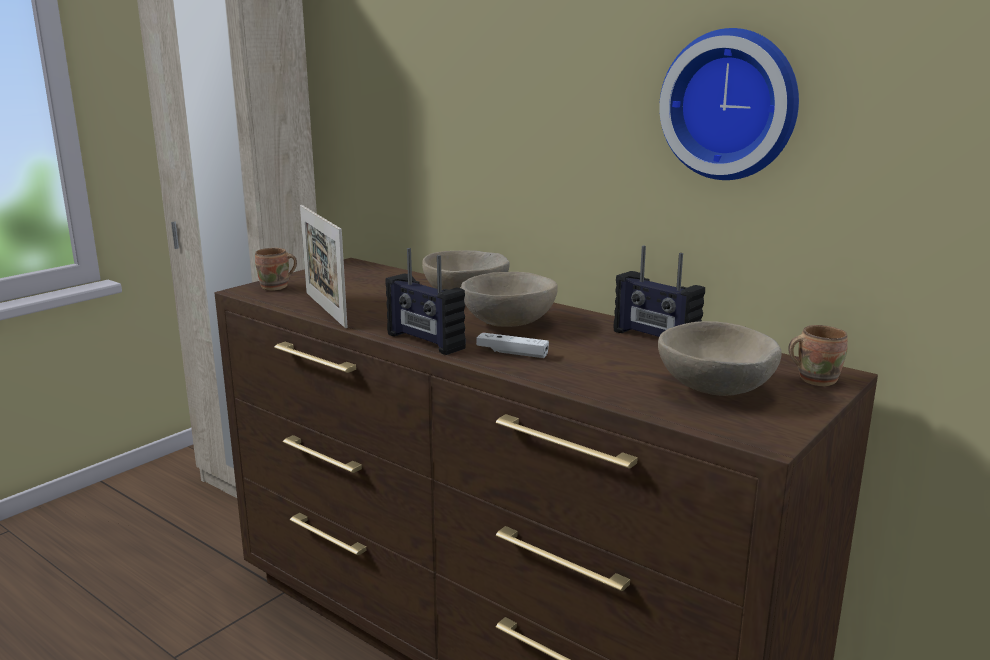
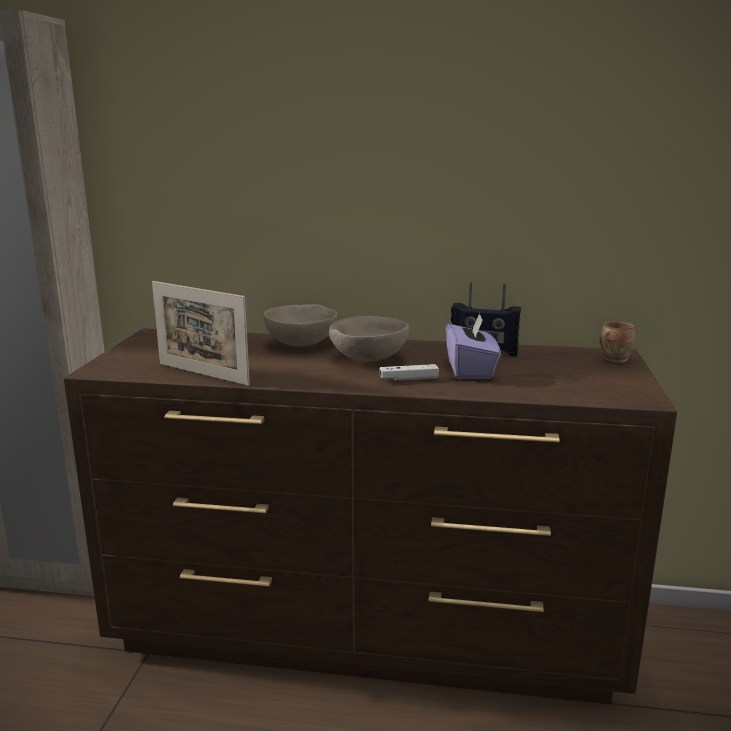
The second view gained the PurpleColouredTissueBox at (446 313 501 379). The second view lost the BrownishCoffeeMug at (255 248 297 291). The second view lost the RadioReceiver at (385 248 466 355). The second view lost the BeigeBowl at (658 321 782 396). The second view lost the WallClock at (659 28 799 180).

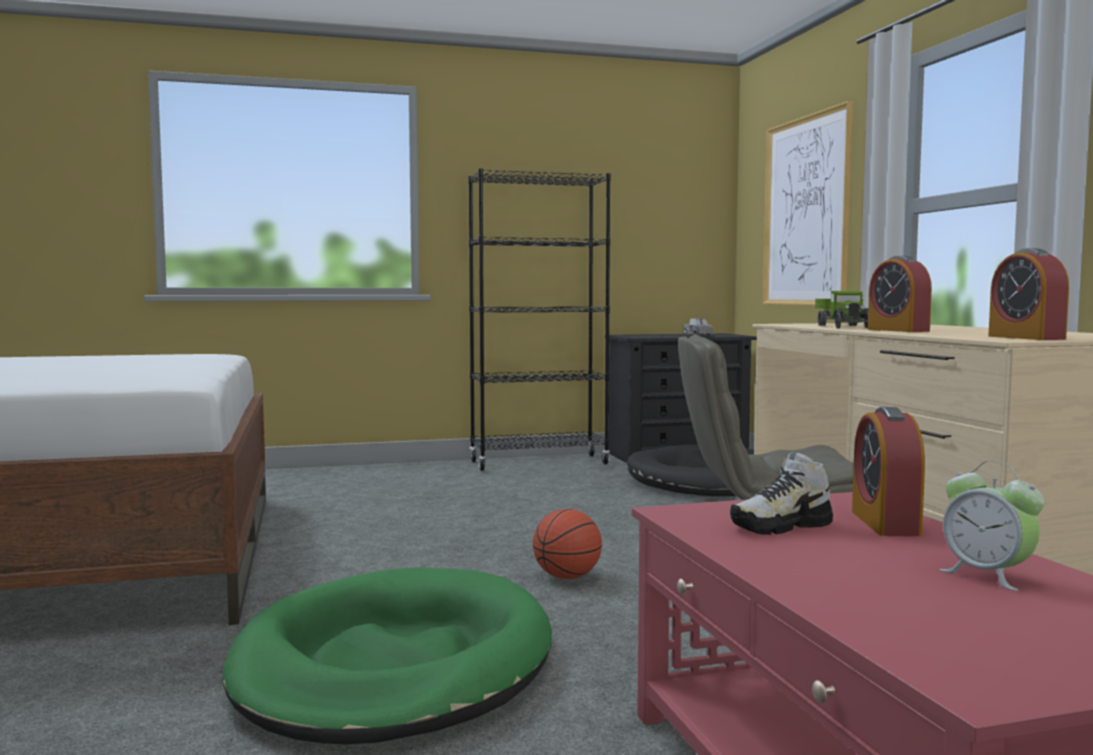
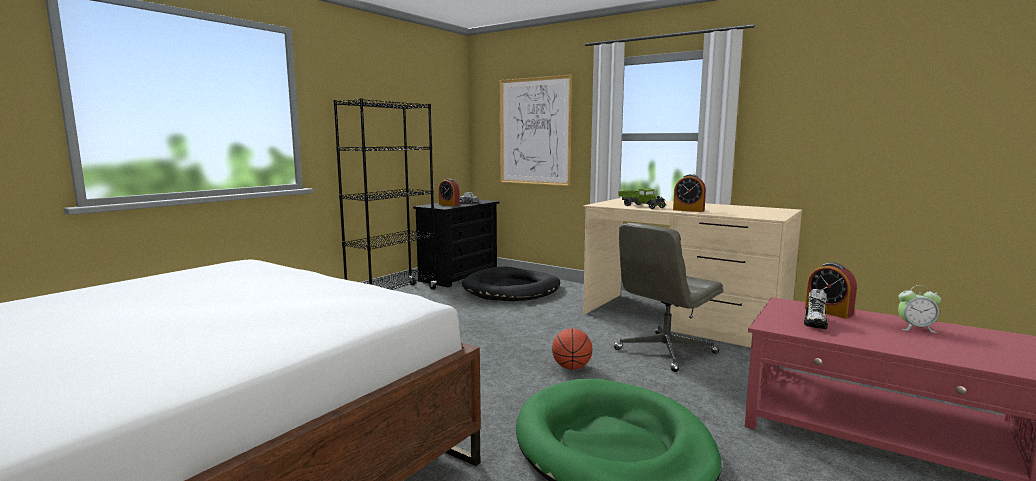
The TableClock ended up elsewhere, having gone from (988 248 1069 340) to (439 179 460 206).

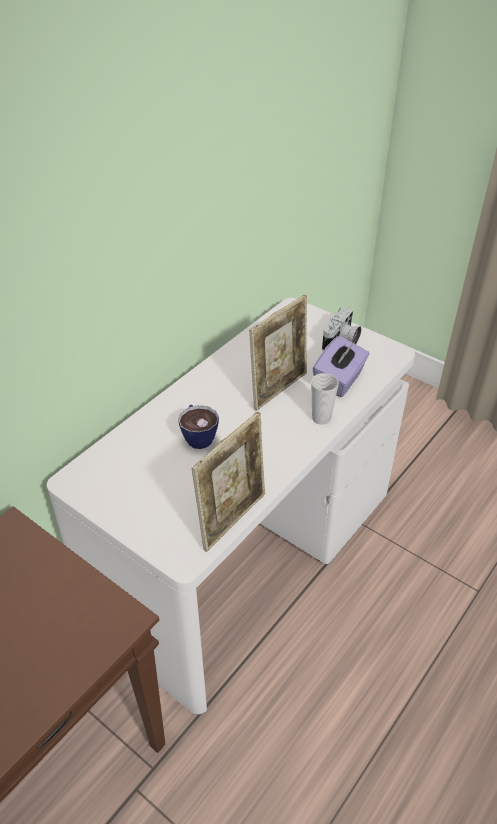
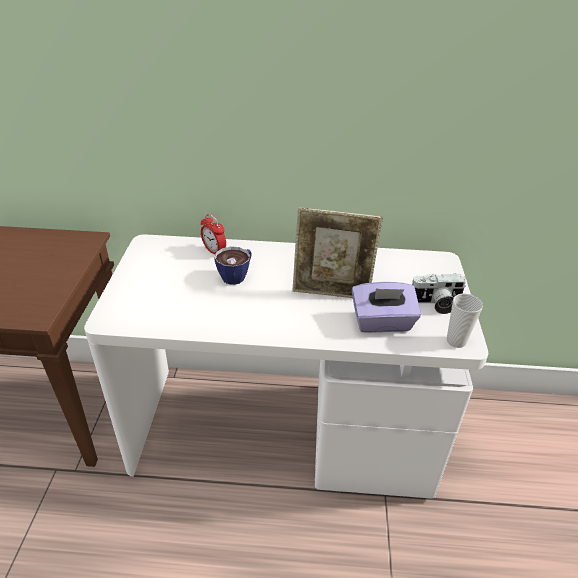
The second view gained the TableClock at (201 214 226 254). The SmallCup ended up elsewhere, having gone from (311 373 339 425) to (447 294 483 348). The second view lost the PhotoFrame at (192 412 265 552).

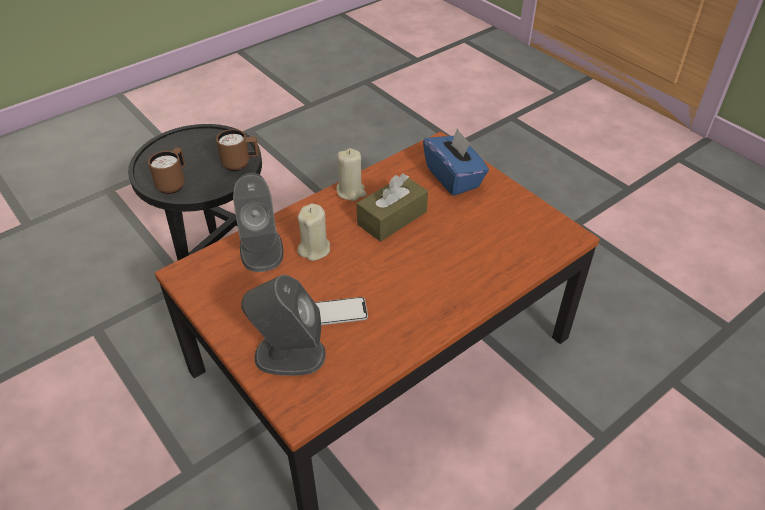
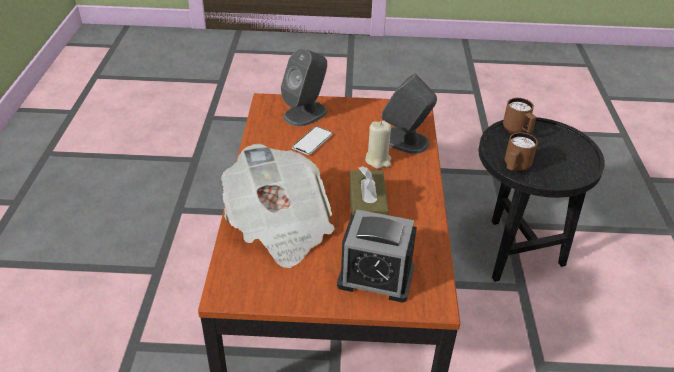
The second view gained the DailyPaper at (221 144 335 268). Where the BluishTissueBox stood at (423 128 489 196), the TableClock came to stand at (337 210 417 302). The second view lost the BeigeCandle at (337 148 367 201).

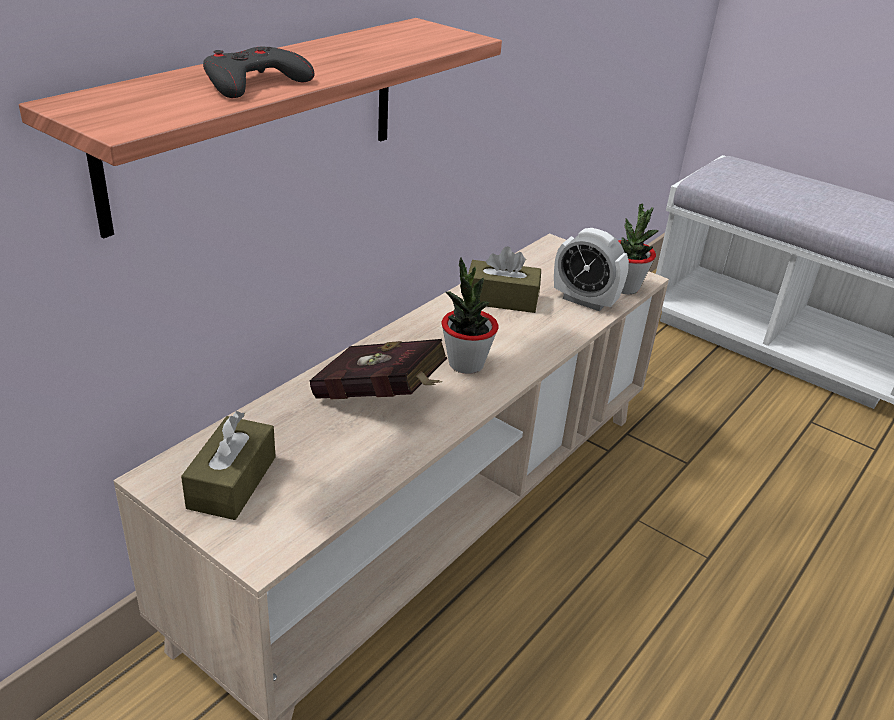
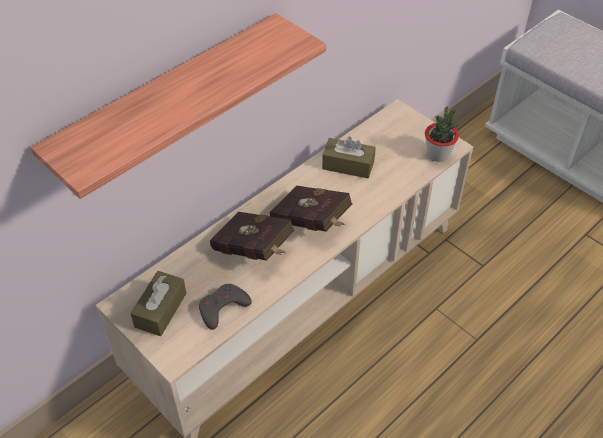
The GrayGameController ended up elsewhere, having gone from (203 47 314 98) to (199 284 252 330). Where the Houseplant stood at (441 257 499 374), the ReddishVolume came to stand at (270 186 352 232). The second view lost the TableClock at (554 228 629 311).

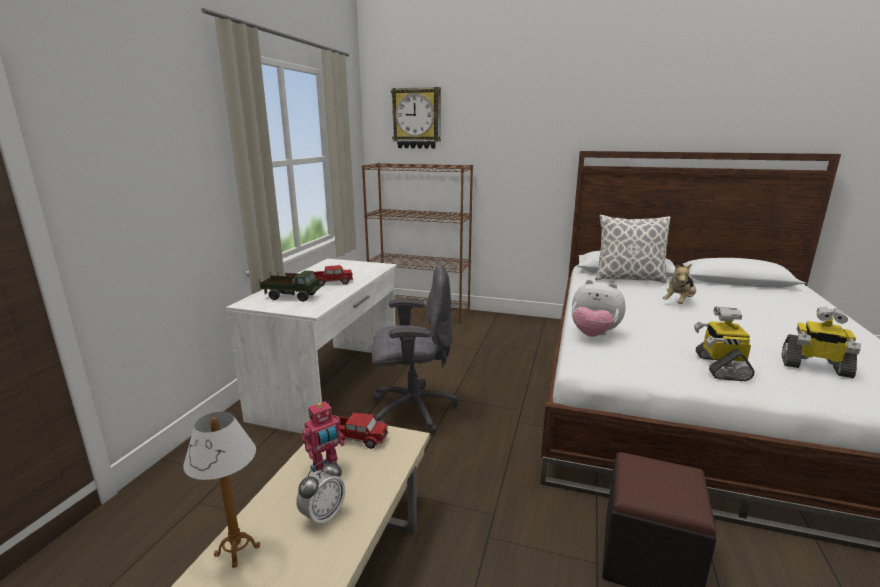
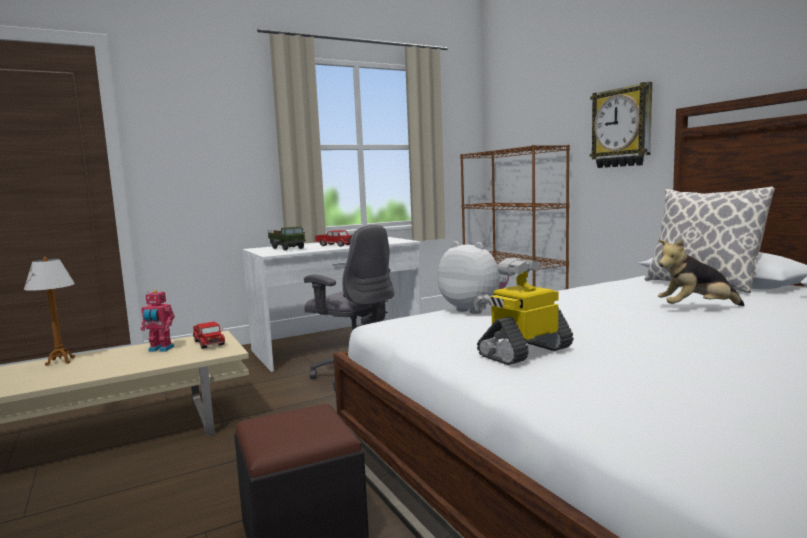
The CuddlyToy at (571 279 626 337) ended up facing another way, 150 degrees clockwise from before. The WallClock ended up elsewhere, having gone from (391 87 441 149) to (590 82 652 168). The second view lost the TableClock at (296 460 345 528). The second view lost the RobotFigure at (782 307 861 378).

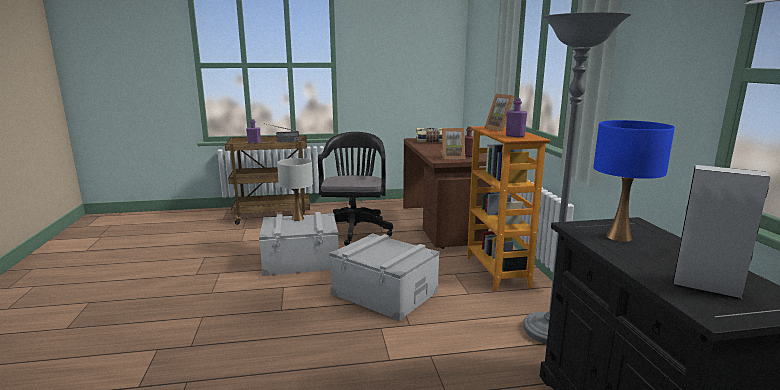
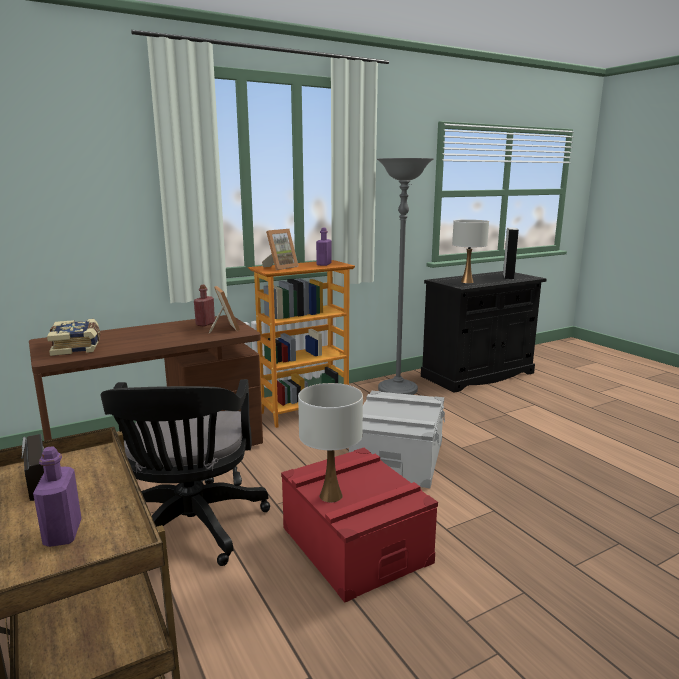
The BlackishComputerChair at (318 132 393 246) ended up facing another way, 75 degrees counterclockwise from before. What was the GrayStorageBox at (259 212 339 276) turned into the ReddishStorageBox at (281 448 438 603). What was the BluishLampForATable at (594 120 675 242) turned into the WhitishLampForATable at (452 220 489 283).

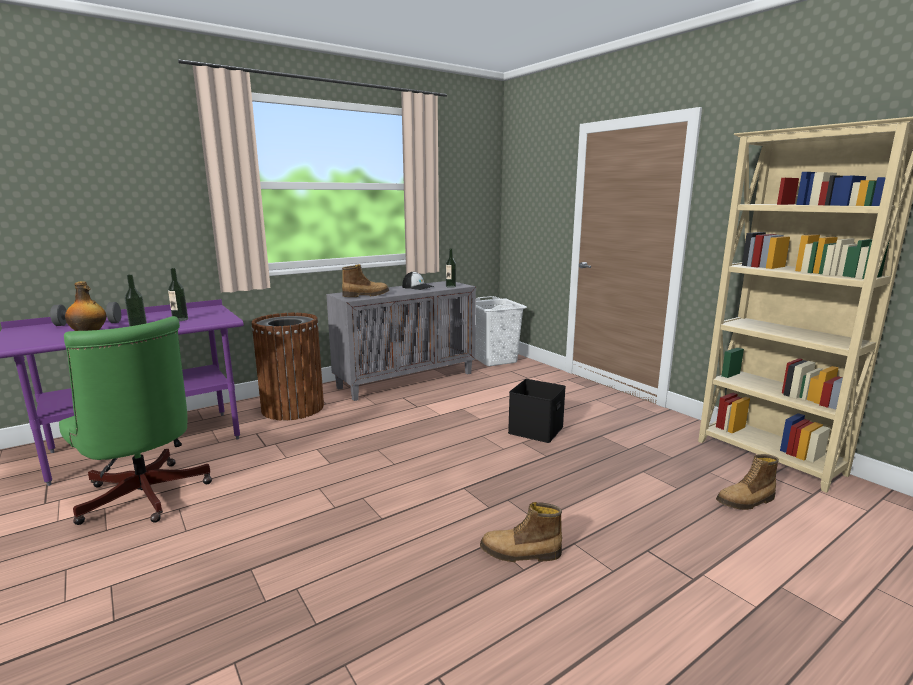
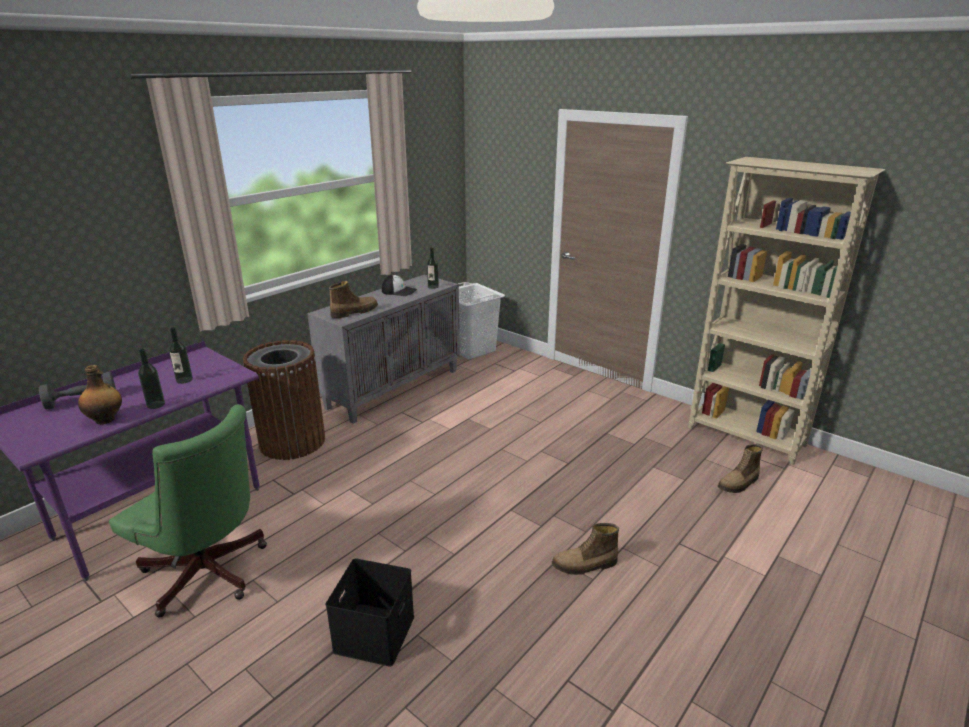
The BlackishStorageBox ended up elsewhere, having gone from (508 379 566 443) to (326 558 414 667).

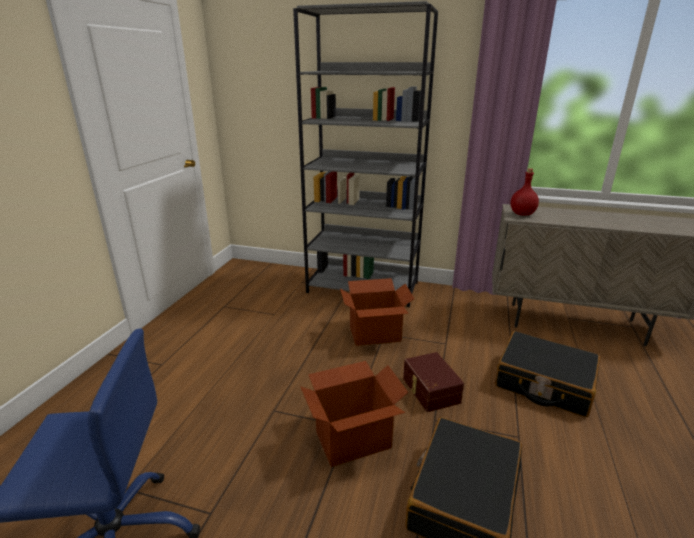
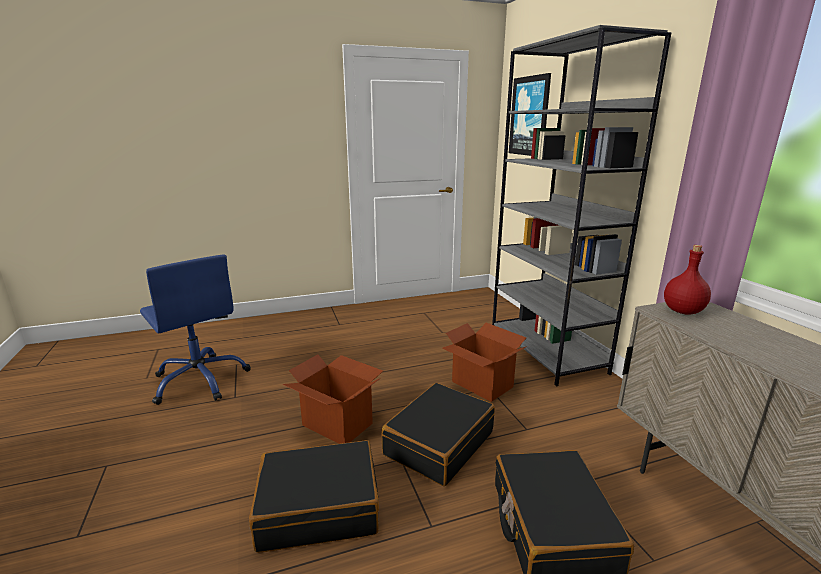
Where the BrownishStorageBox stood at (403 352 464 412), the BlackishPieceOfLuggage came to stand at (382 383 495 486). The second view gained the Picture at (509 73 551 156).

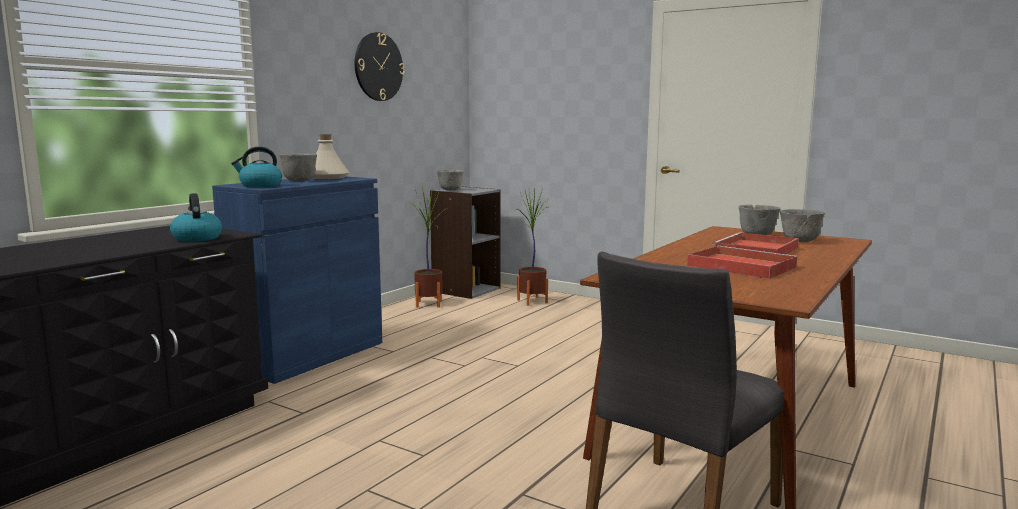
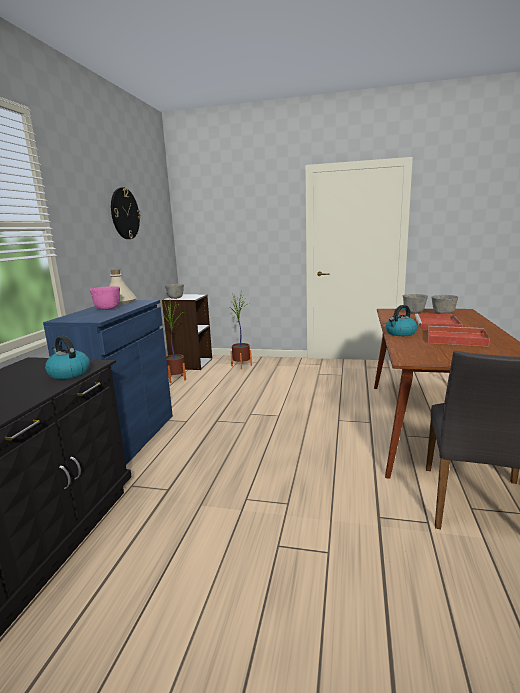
What was the GrayBowl at (279 153 317 182) turned into the PinkBowl at (89 286 120 310). The TeaKettle ended up elsewhere, having gone from (231 146 282 187) to (386 305 417 336).

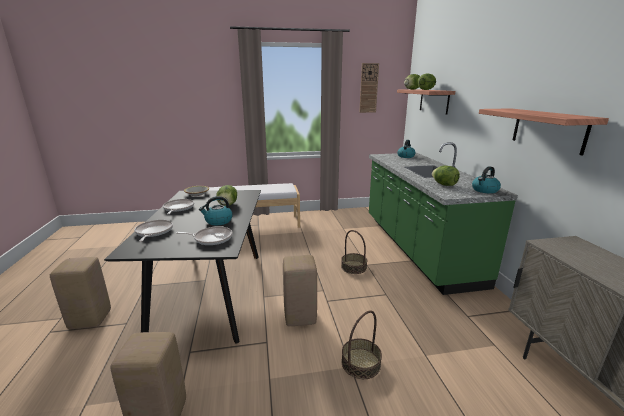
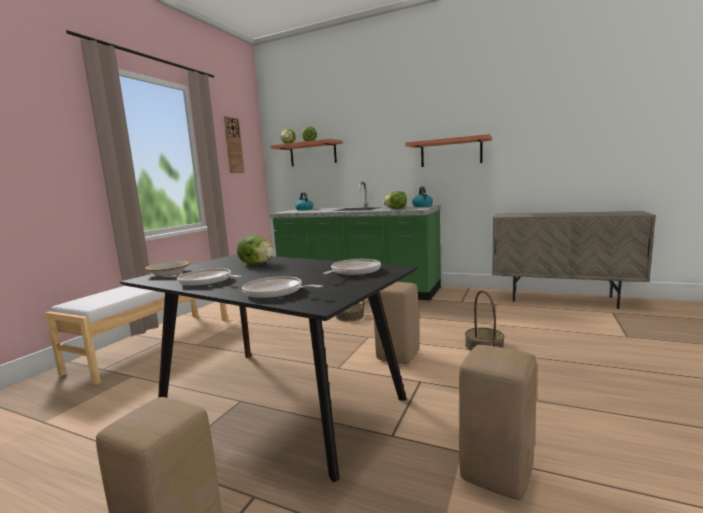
The second view lost the TeaKettle at (199 196 233 225).

